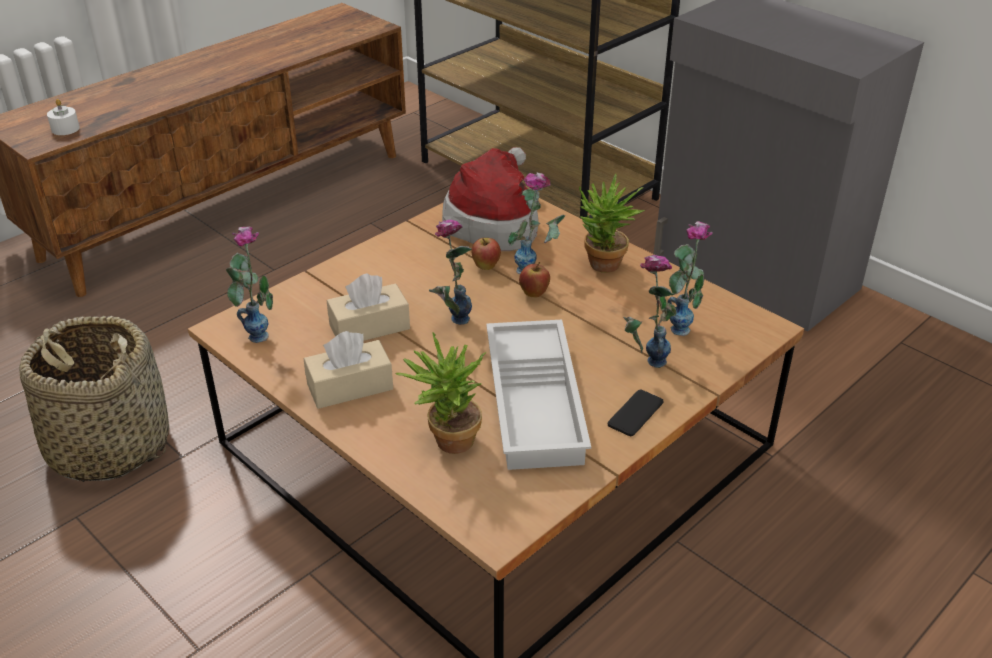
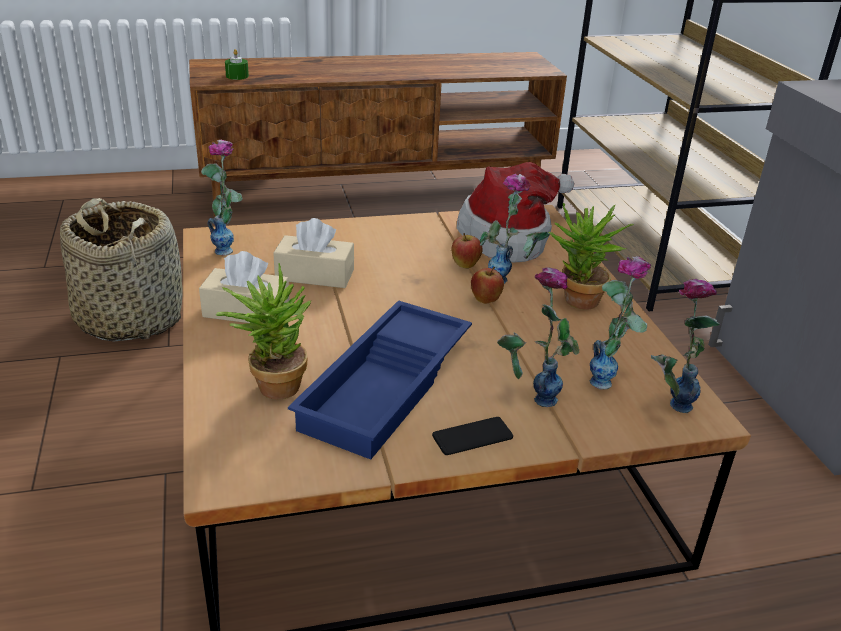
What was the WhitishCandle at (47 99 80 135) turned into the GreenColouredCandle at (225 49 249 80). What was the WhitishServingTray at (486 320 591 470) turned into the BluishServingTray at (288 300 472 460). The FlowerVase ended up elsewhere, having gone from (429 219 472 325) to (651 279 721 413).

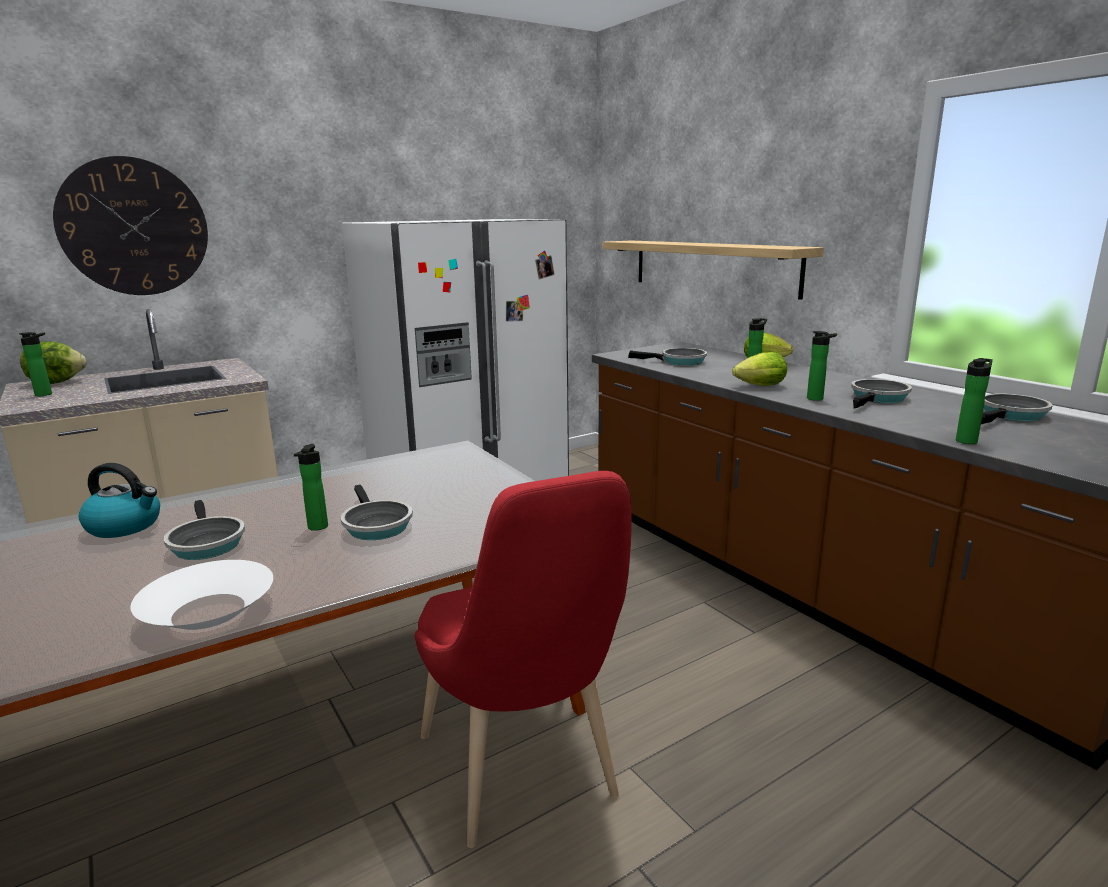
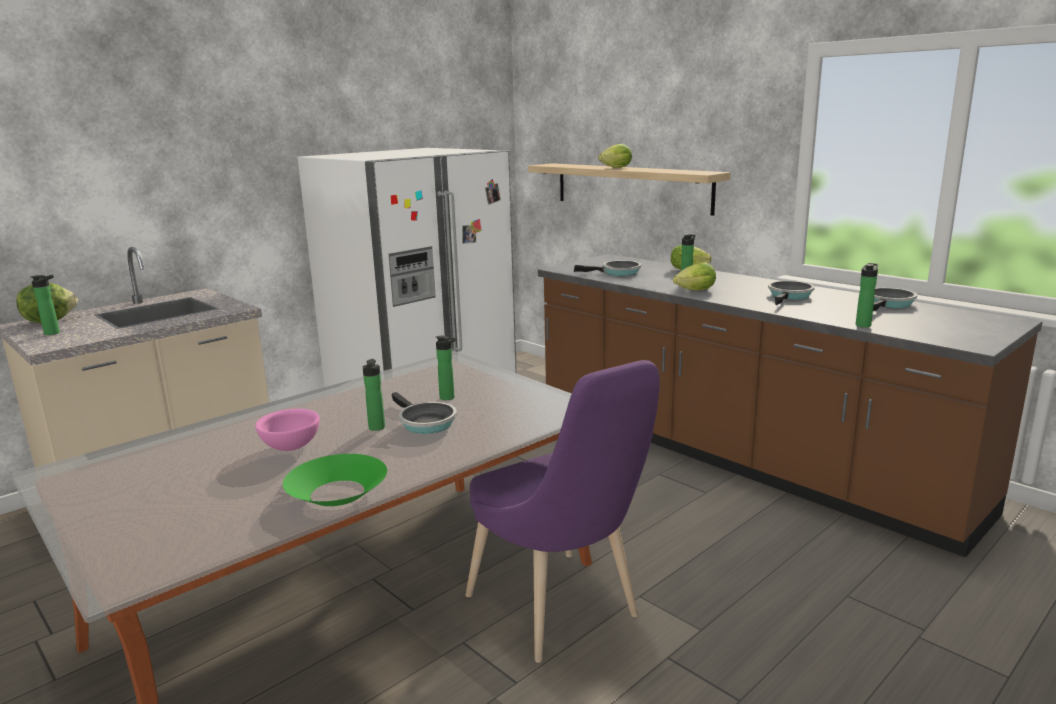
Where the Skillet stood at (163 500 245 560), the PinkBowl came to stand at (255 409 320 451). What was the WhitishBowl at (130 560 273 630) turned into the GreenColouredBowl at (283 454 387 506). The Bottle ended up elsewhere, having gone from (807 331 837 401) to (436 336 457 400). What was the ReddishChair at (415 471 631 848) turned into the PurpleColouredChair at (465 360 660 663). The second view gained the HeadOfLettuce at (598 144 632 168). The second view lost the WallClock at (53 156 208 295). The second view lost the TeaKettle at (78 463 160 538).

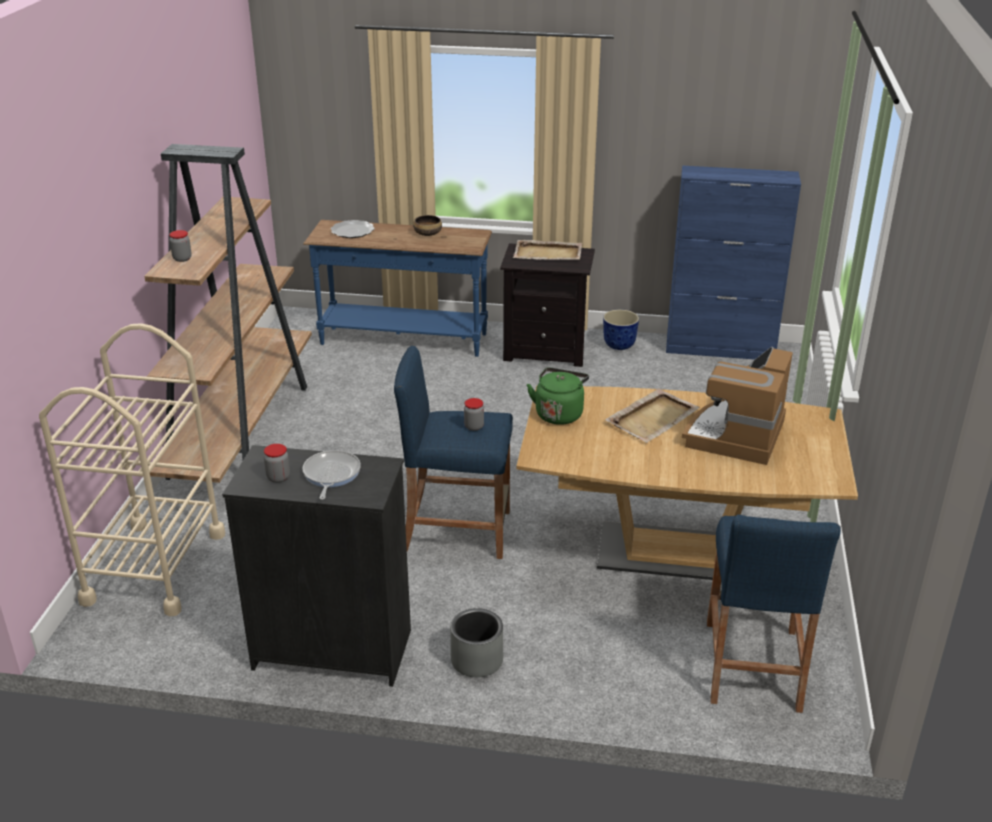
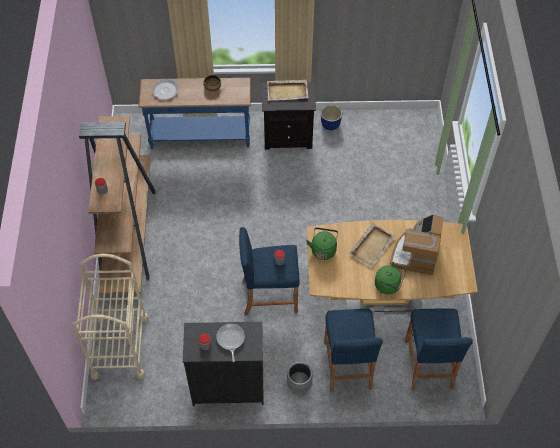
The second view gained the BluishSittingStool at (324 309 383 392). The second view gained the GreenColouredTeaKettle at (375 262 406 295). The second view lost the BluishCabinet at (666 166 801 360).

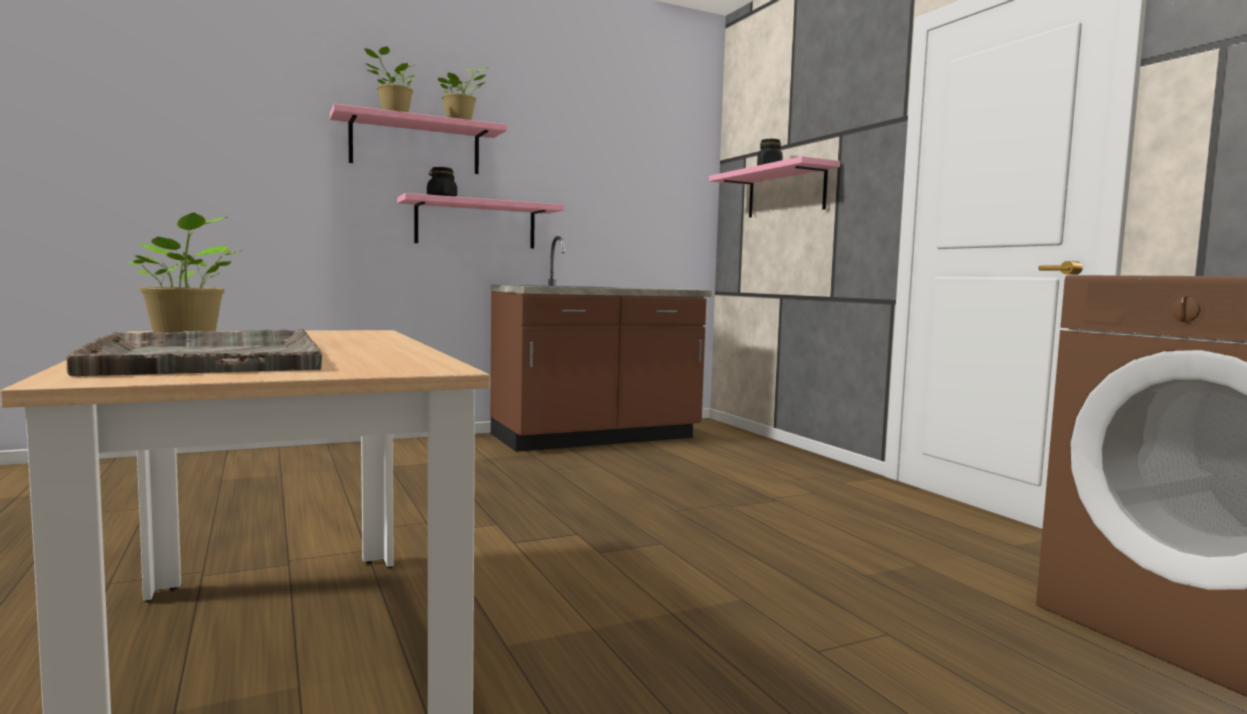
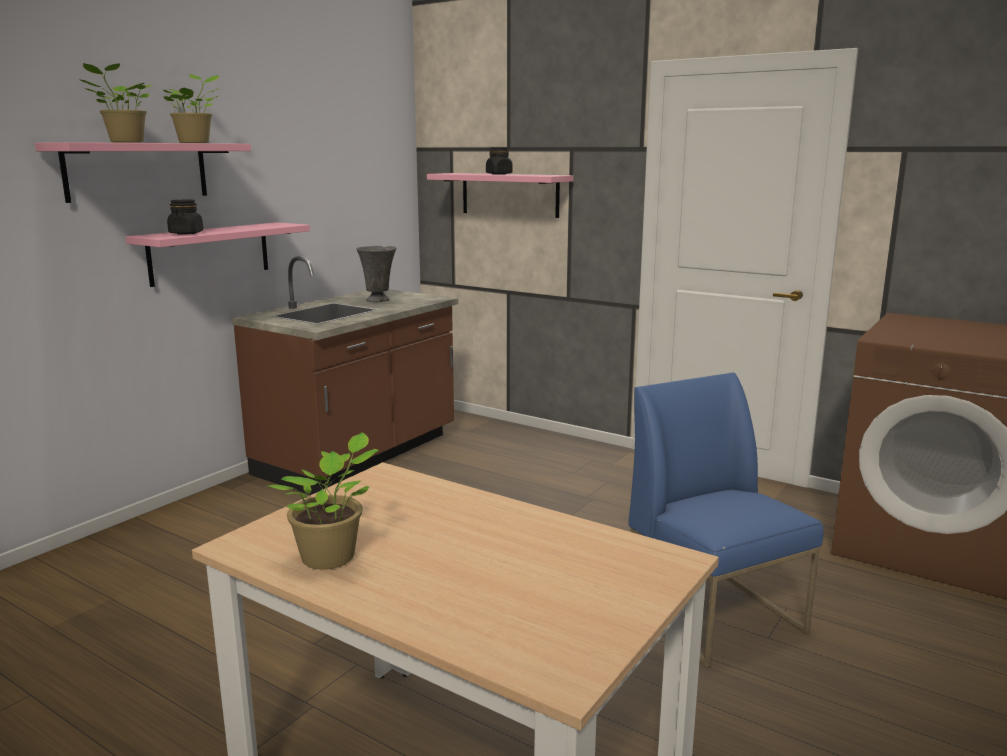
The second view gained the GrayFlowerVase at (357 246 396 302). The second view gained the BluishChair at (629 373 824 668). The second view lost the GrayServingTray at (67 329 322 376).

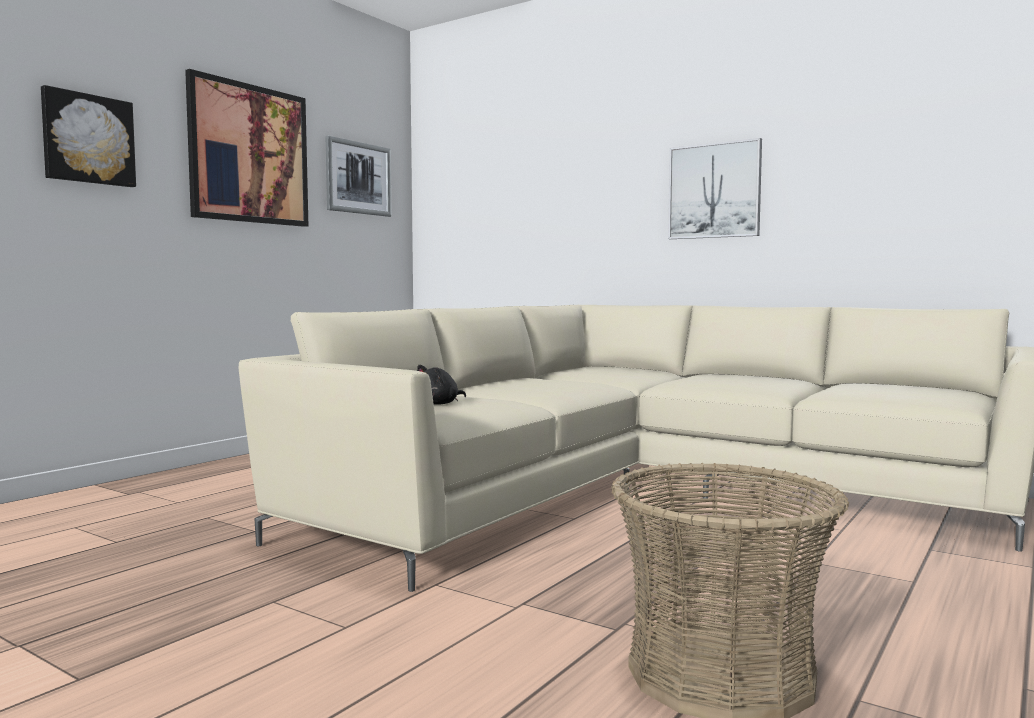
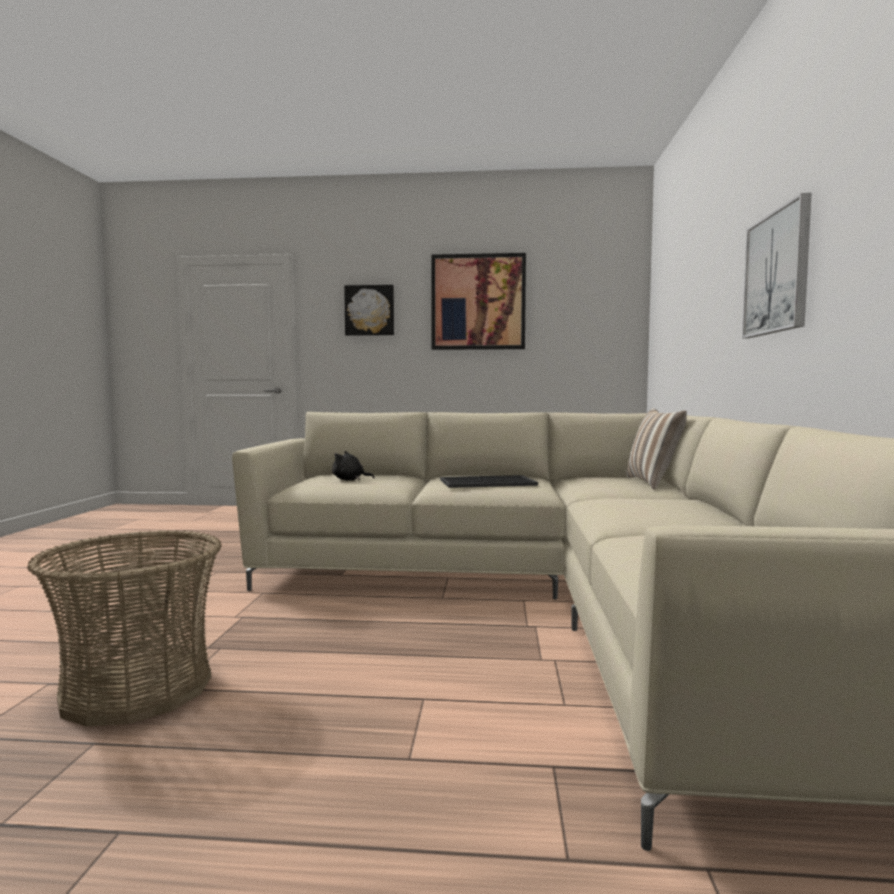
The second view gained the ServingTray at (440 475 538 488). The second view gained the Pillow at (626 408 687 490). The second view lost the Picture at (326 136 392 217).

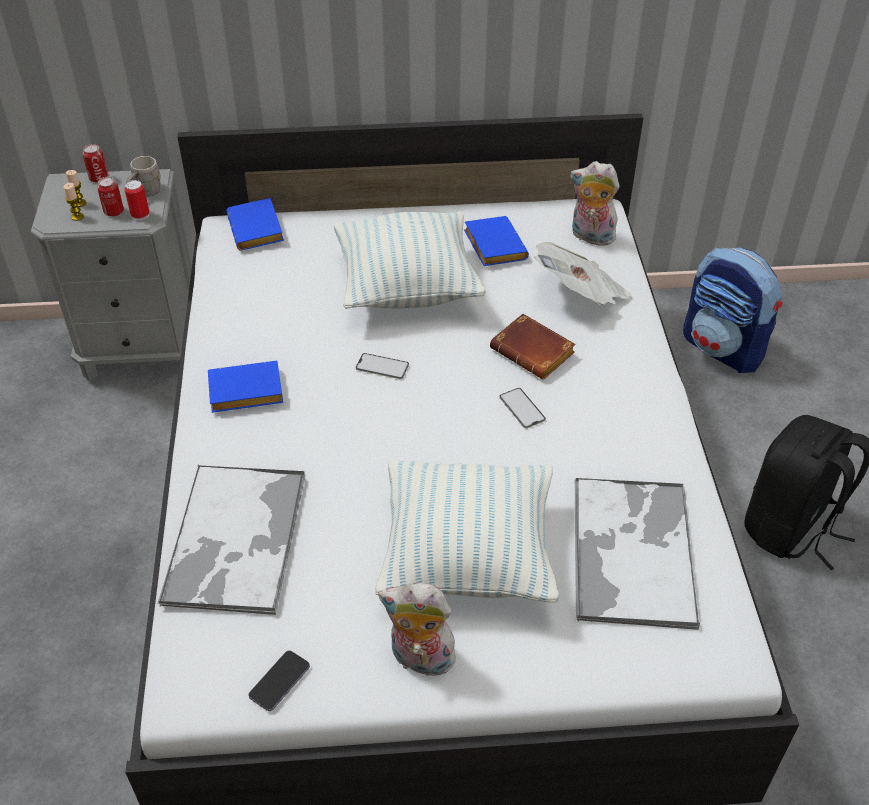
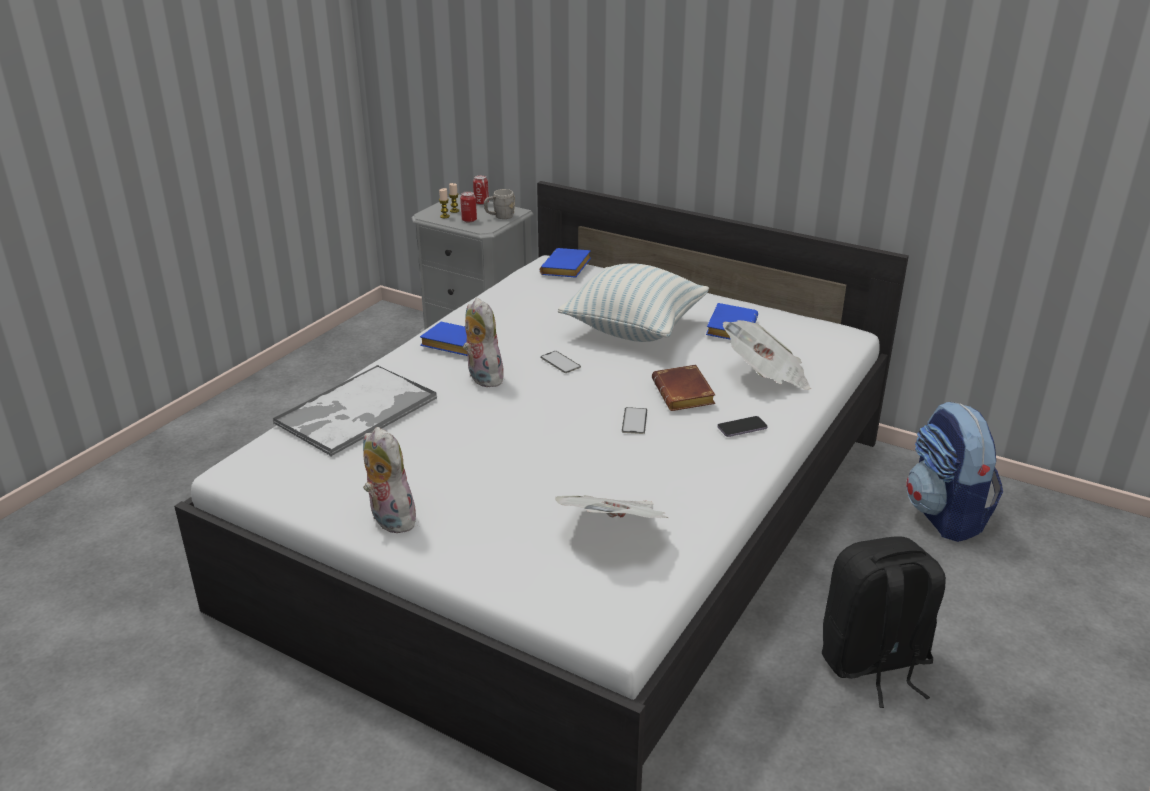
The CuddlyToy ended up elsewhere, having gone from (570 161 620 246) to (463 298 504 387). Where the ServingTray stood at (575 478 700 630), the DailyPaper came to stand at (555 495 668 518). The Telephone ended up elsewhere, having gone from (248 650 310 711) to (717 416 768 437). The second view lost the MetalCan at (125 180 149 221). The second view lost the Pillow at (375 460 559 603).

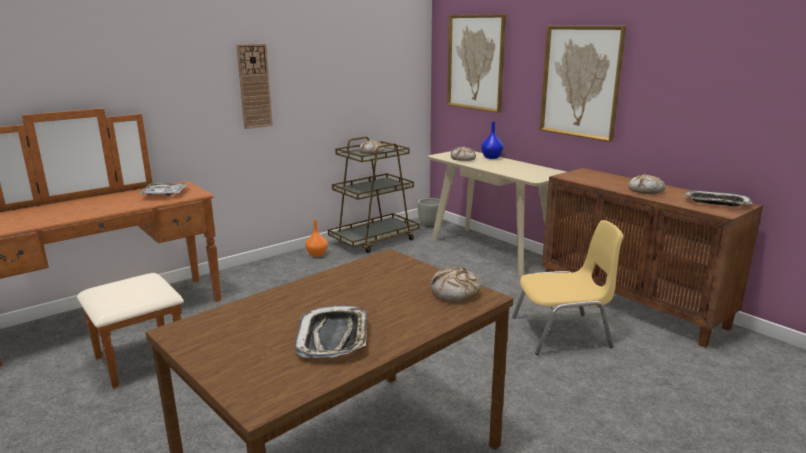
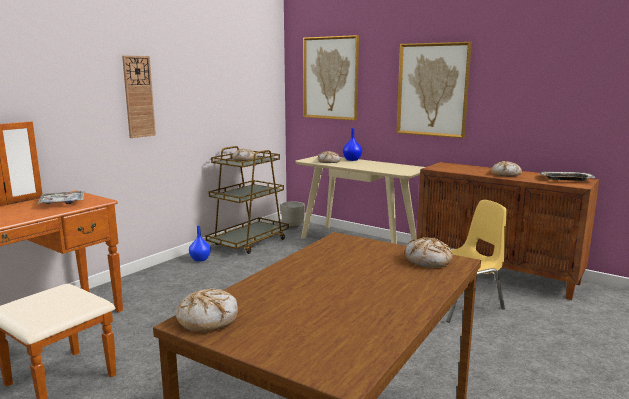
The second view gained the Bread at (176 288 238 332). What was the OrangeColouredFlowerVase at (305 220 328 257) turned into the BluishFlowerVase at (189 226 211 262). The second view lost the ServingTray at (294 305 367 358).

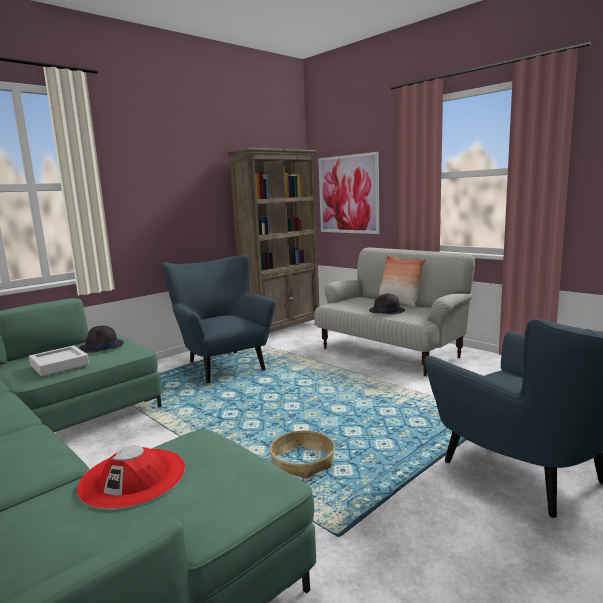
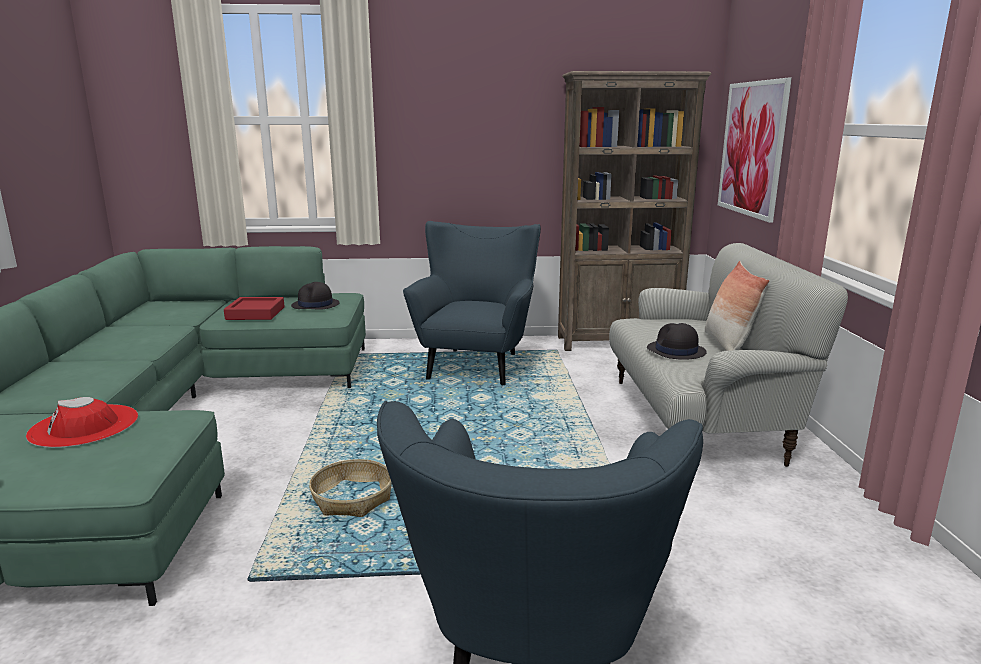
What was the GrayServingTray at (29 345 89 376) turned into the ReddishServingTray at (224 297 285 320).

